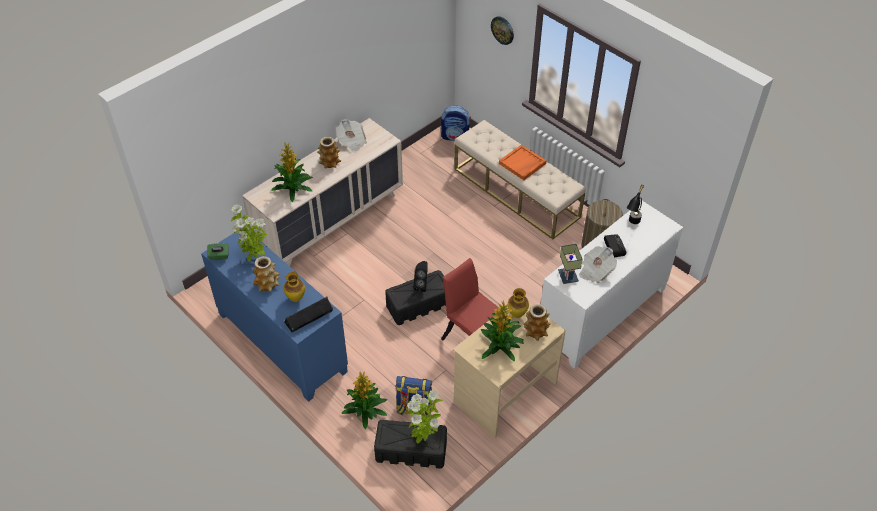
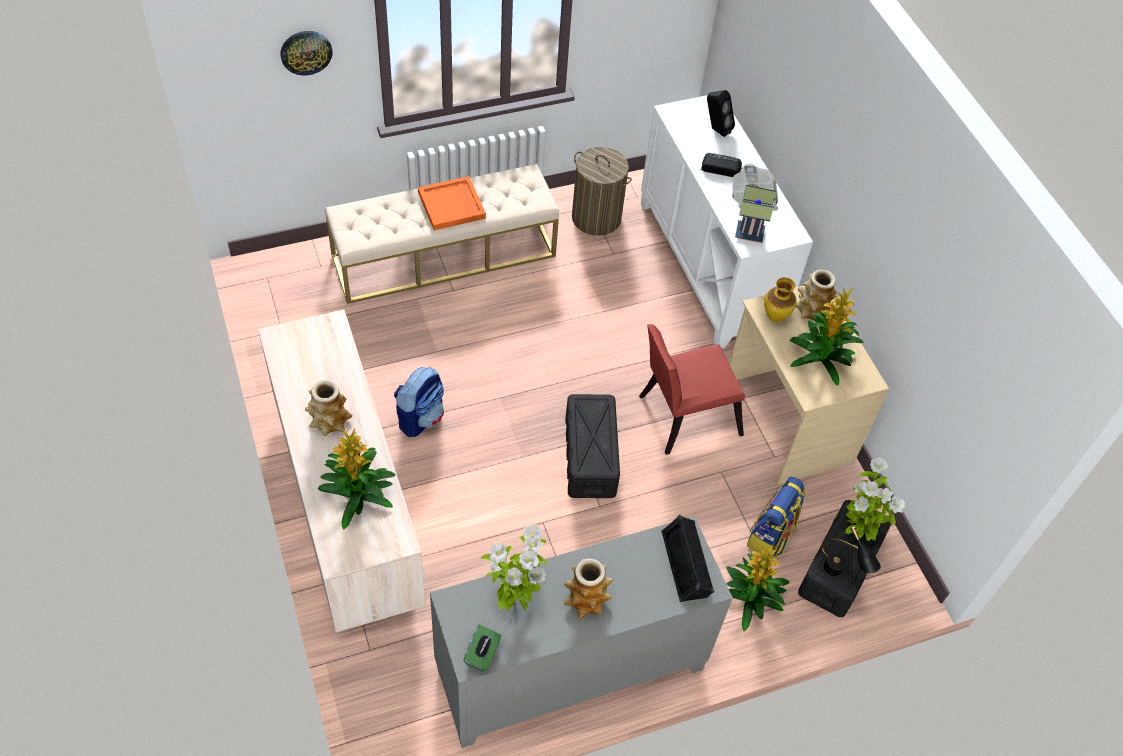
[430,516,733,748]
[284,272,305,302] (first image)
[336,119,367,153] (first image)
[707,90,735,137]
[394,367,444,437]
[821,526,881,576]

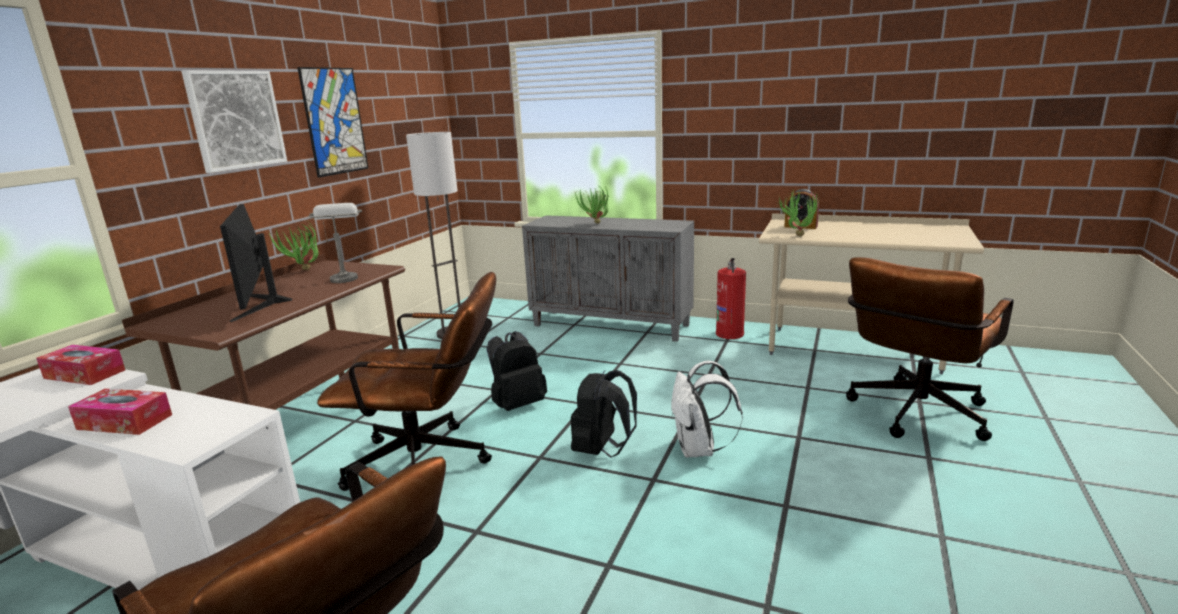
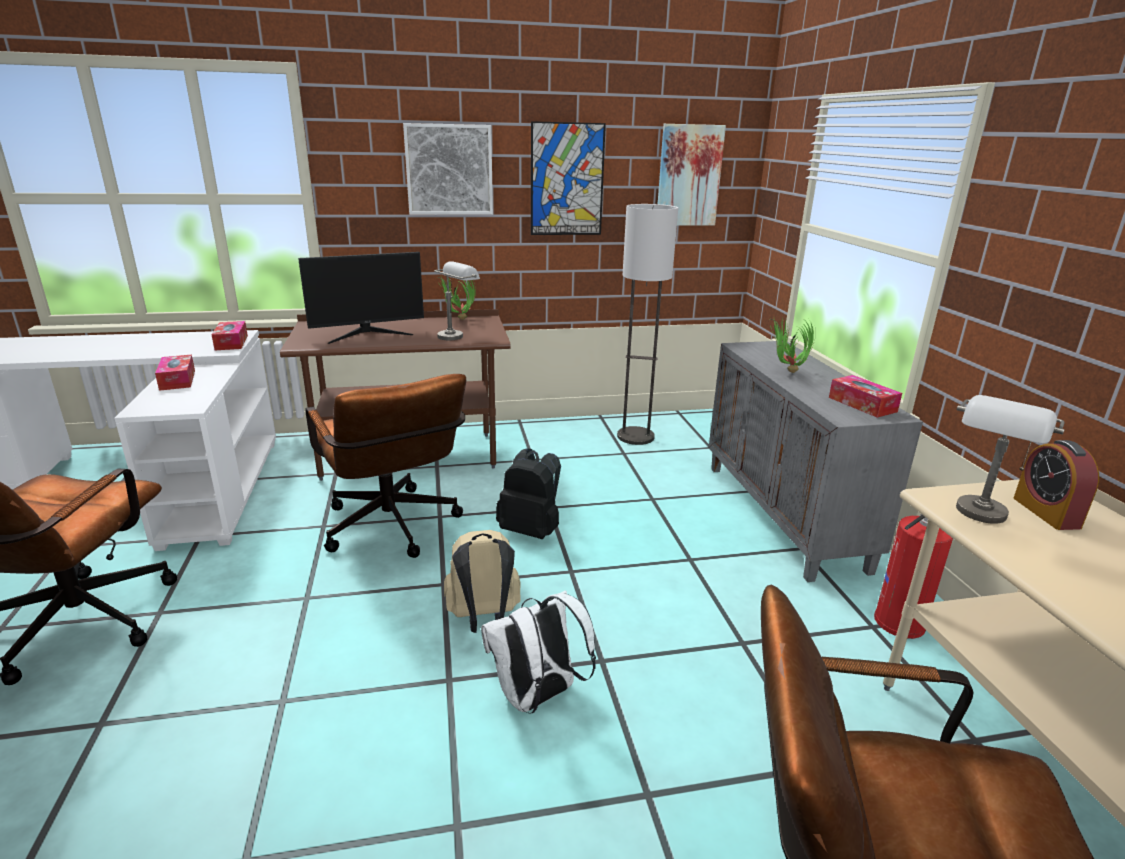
[298,252,424,344]
[444,530,521,633]
[956,395,1065,524]
[658,124,726,226]
[829,375,902,418]

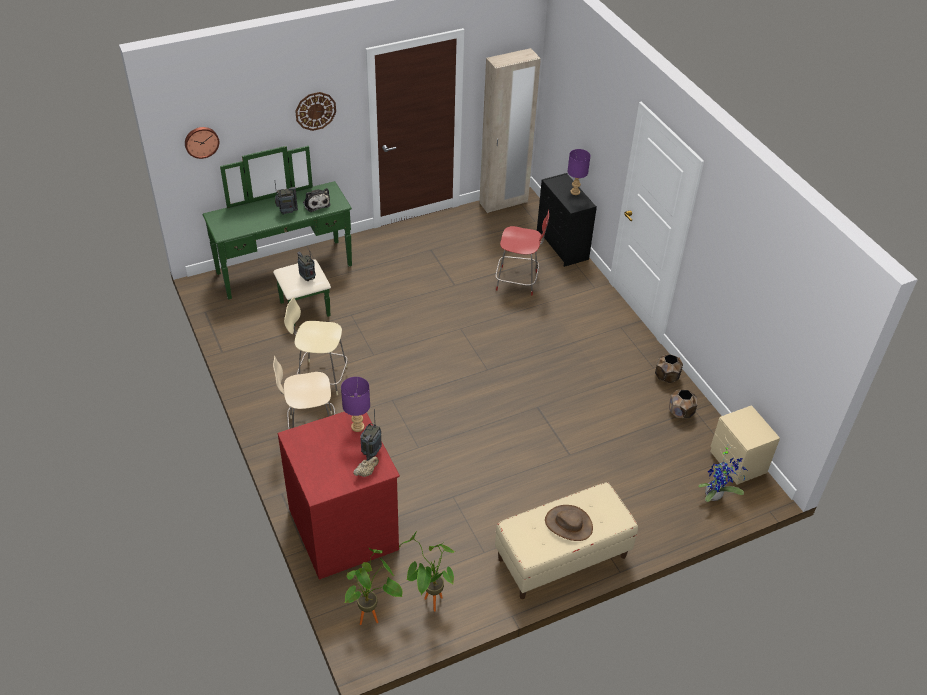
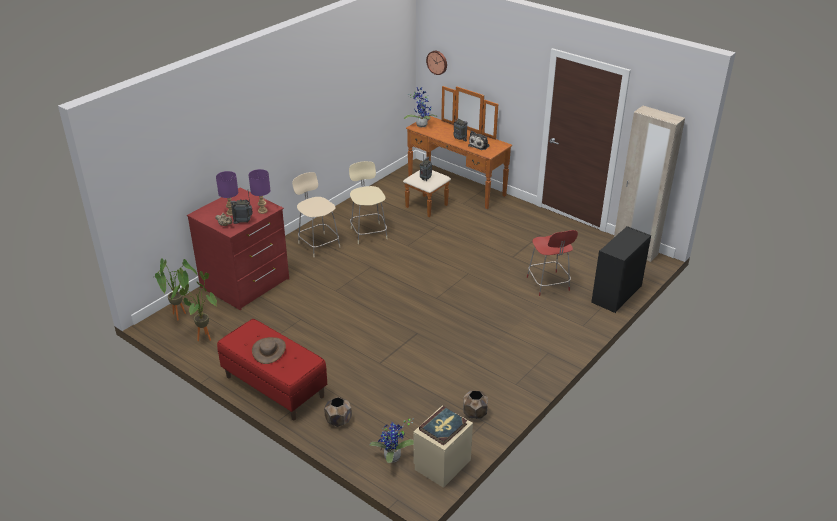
[403,86,512,217]
[295,92,336,131] (first image)
[217,319,327,420]
[216,171,238,216]
[324,397,352,427]
[404,87,437,127]
[419,406,467,445]

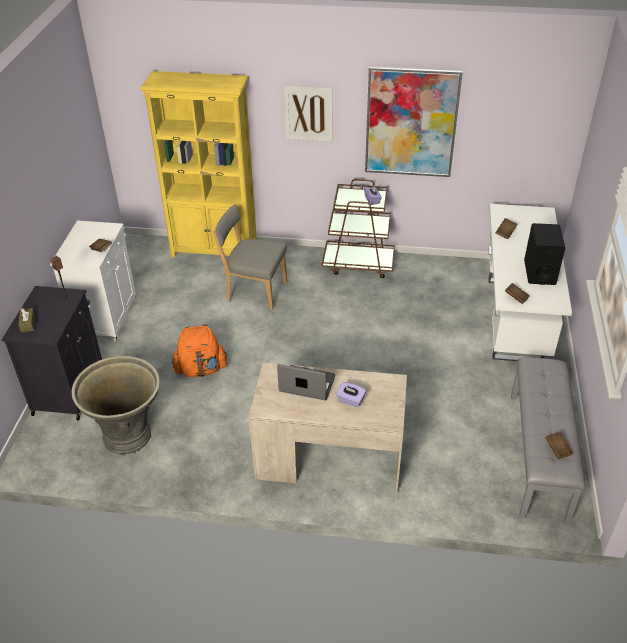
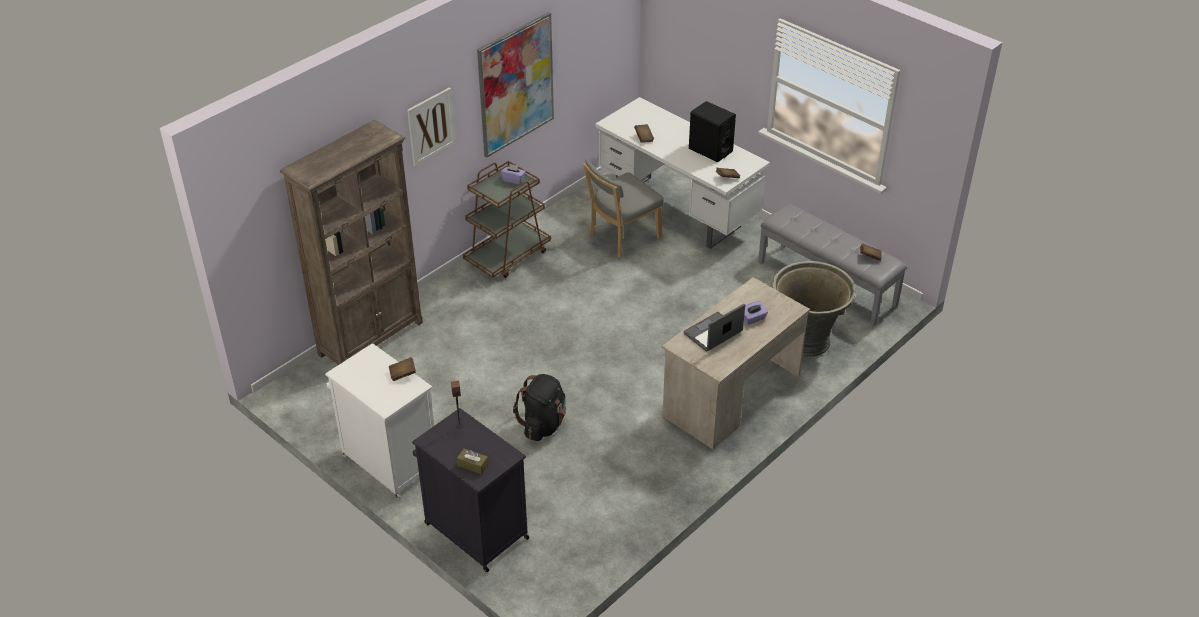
[772,261,856,357]
[280,120,423,365]
[513,374,566,441]
[583,159,664,257]

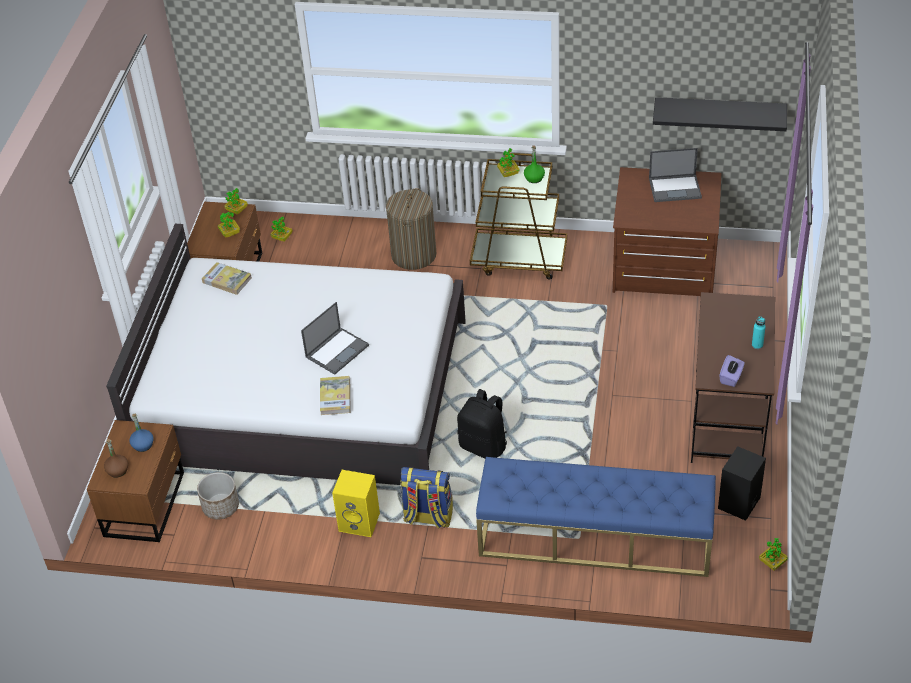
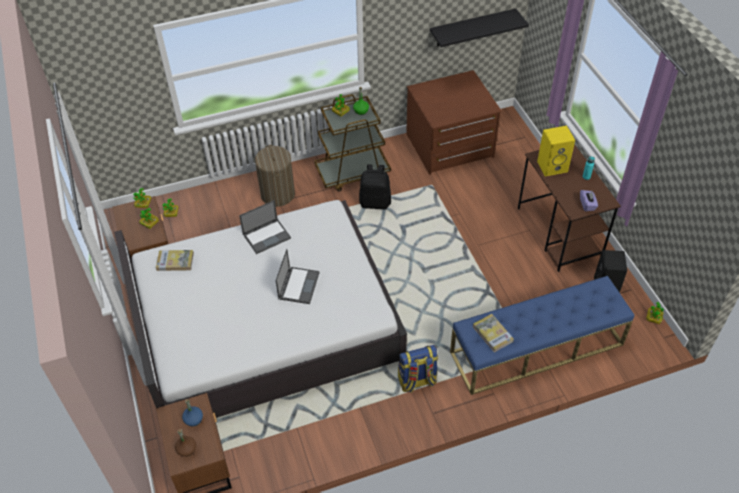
[197,472,239,519] (first image)
[473,314,514,352]
[537,126,575,176]
[359,164,391,209]
[239,200,291,254]

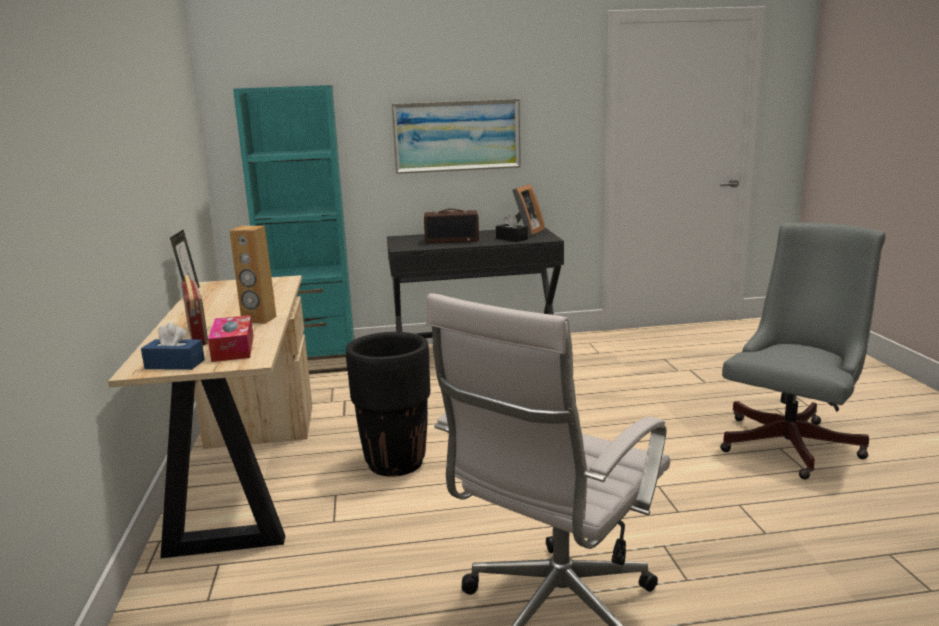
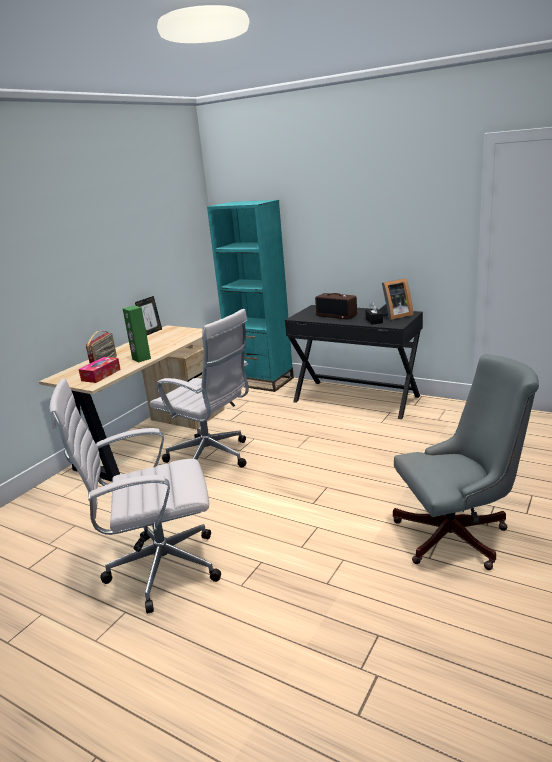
[141,323,205,370] (first image)
[123,306,151,362]
[150,309,249,468]
[392,99,521,174] (first image)

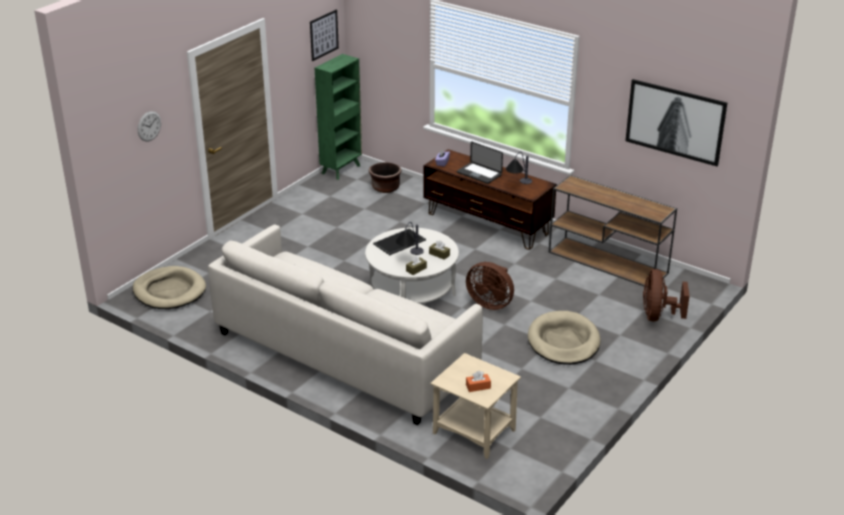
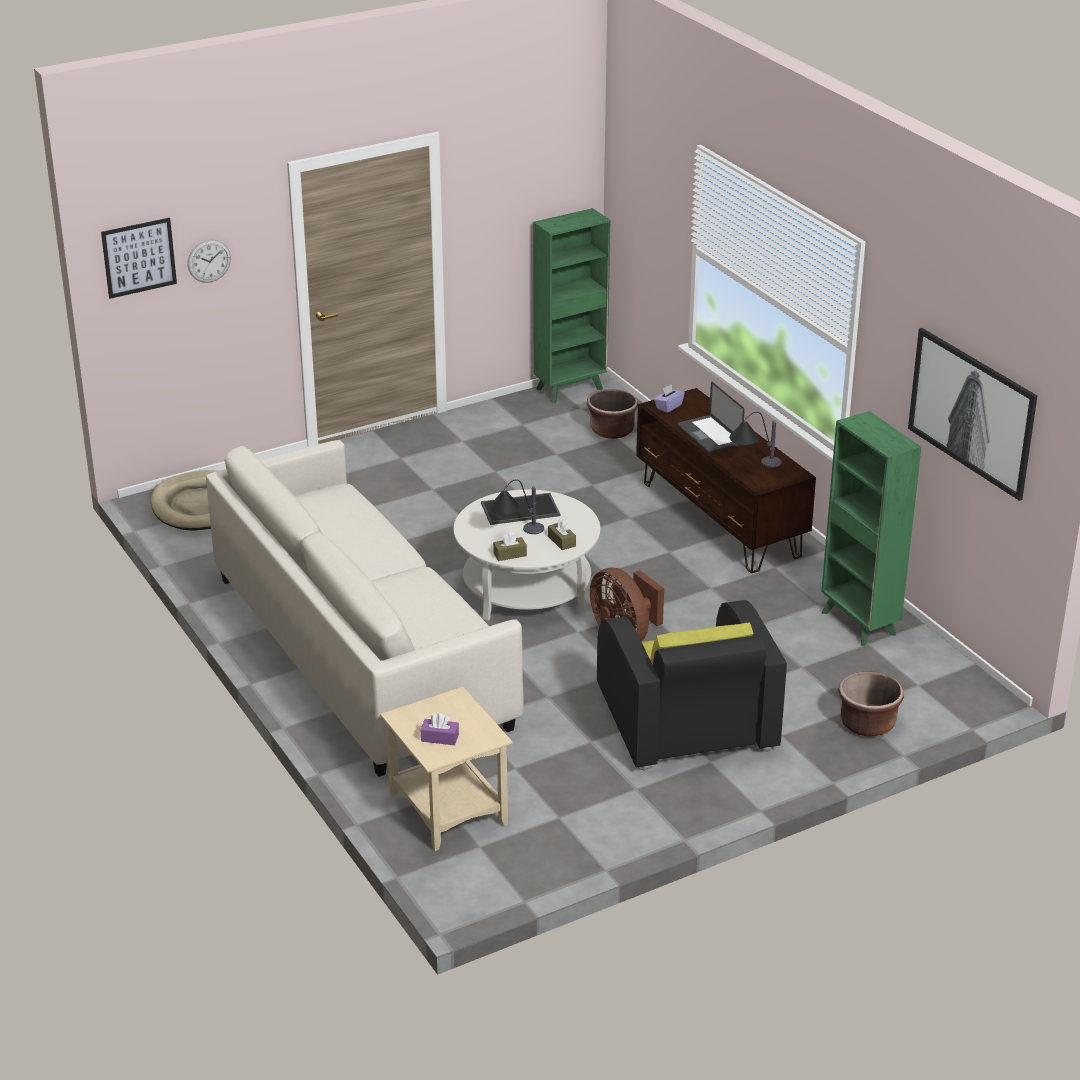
[101,218,177,299]
[421,713,459,745]
[597,600,787,771]
[821,411,921,646]
[838,671,904,736]

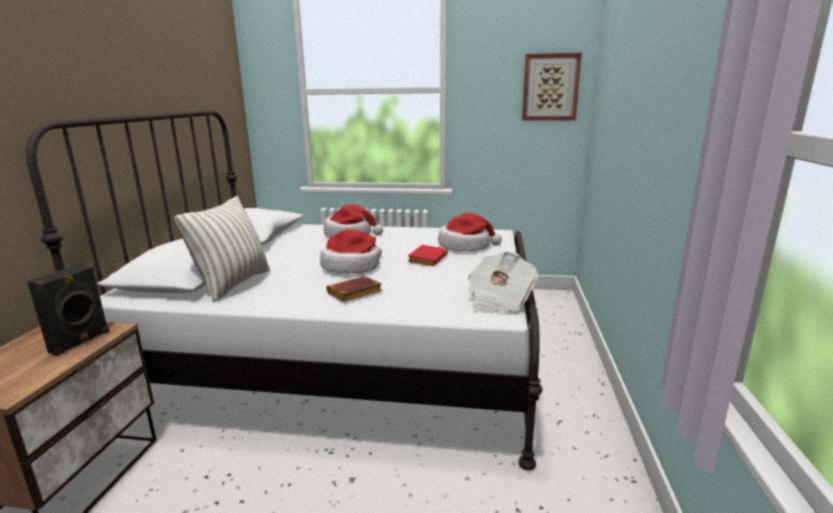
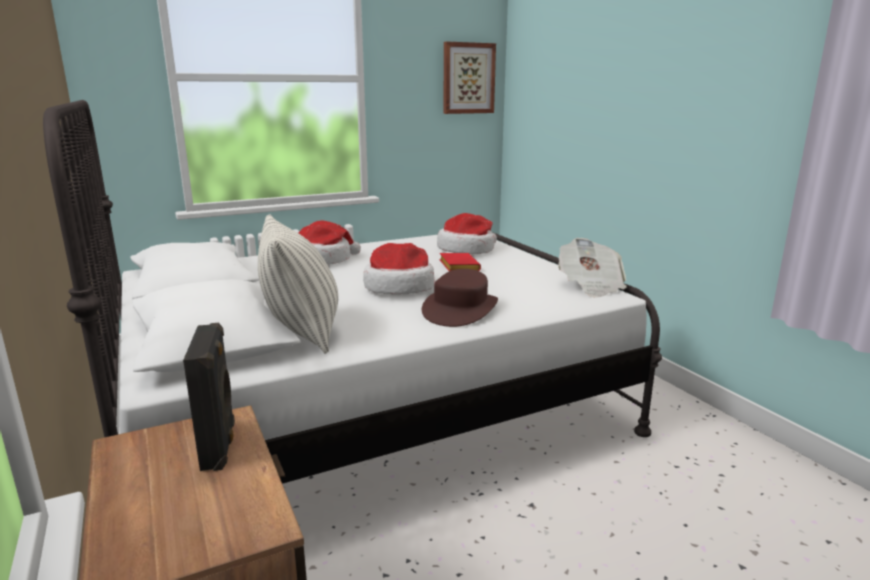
[422,269,498,327]

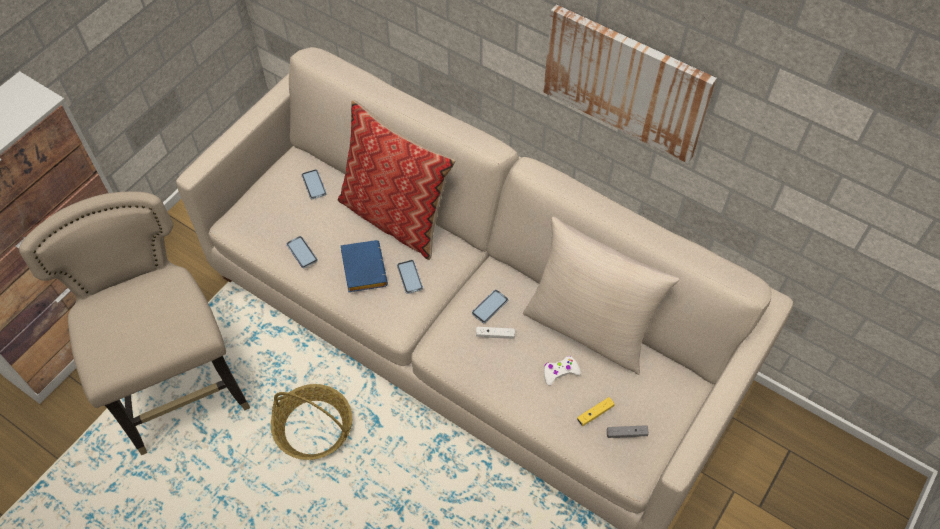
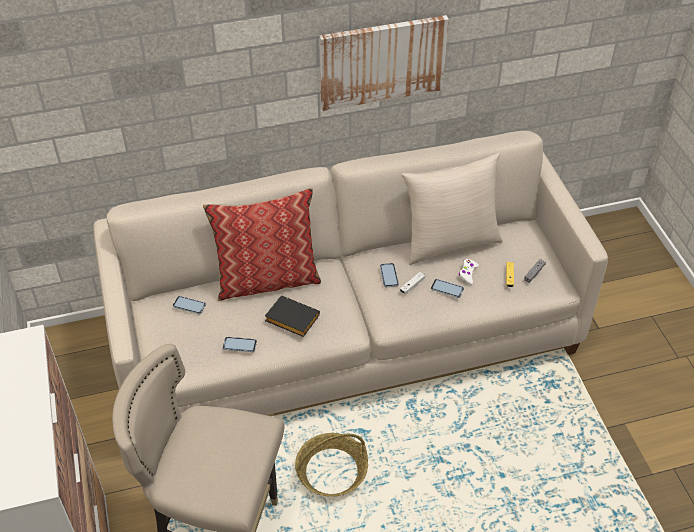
[265,296,320,337]
[431,279,464,298]

